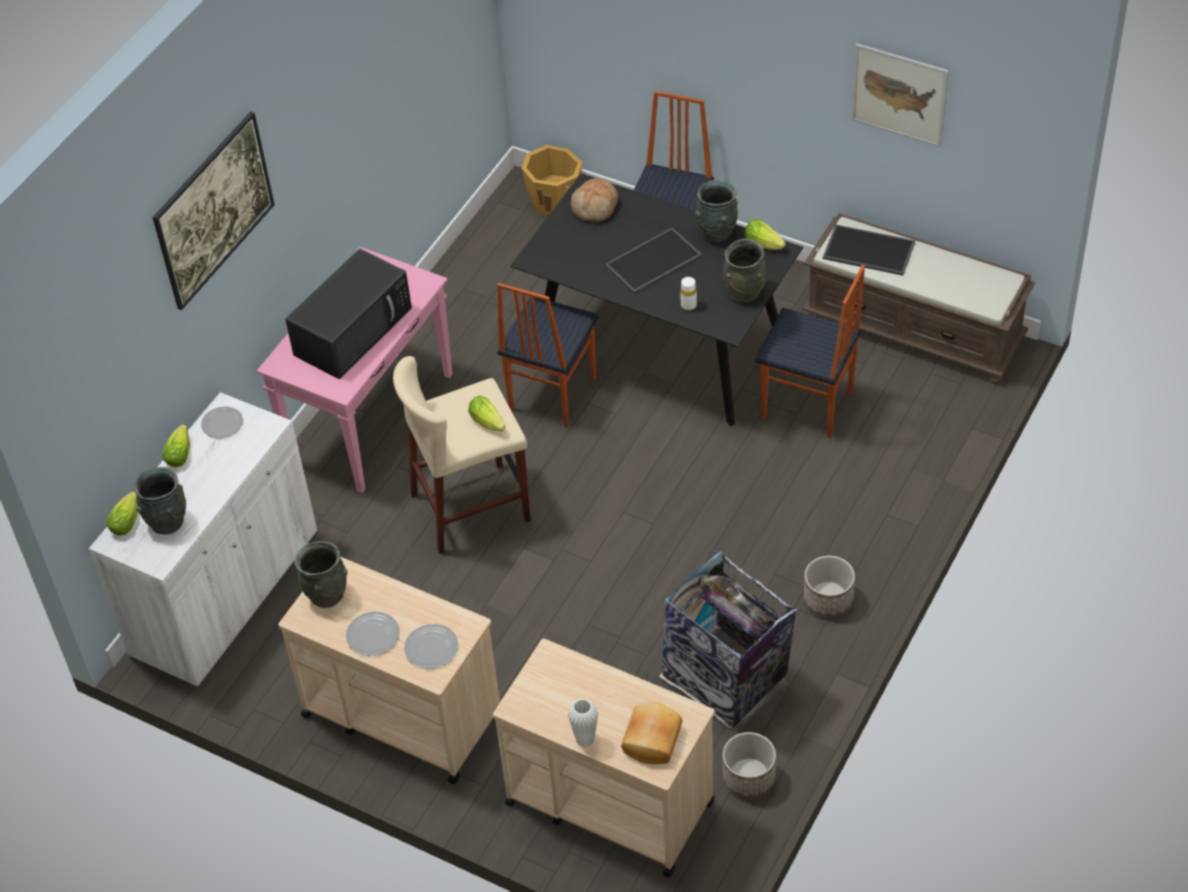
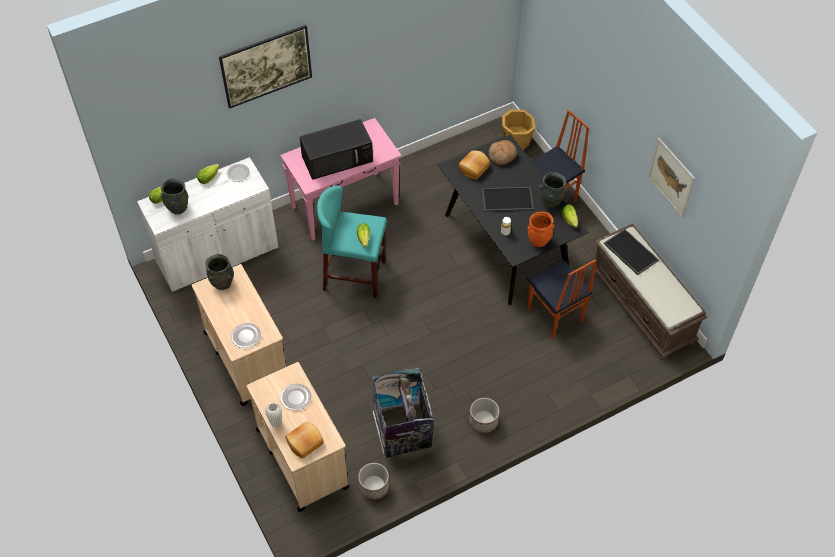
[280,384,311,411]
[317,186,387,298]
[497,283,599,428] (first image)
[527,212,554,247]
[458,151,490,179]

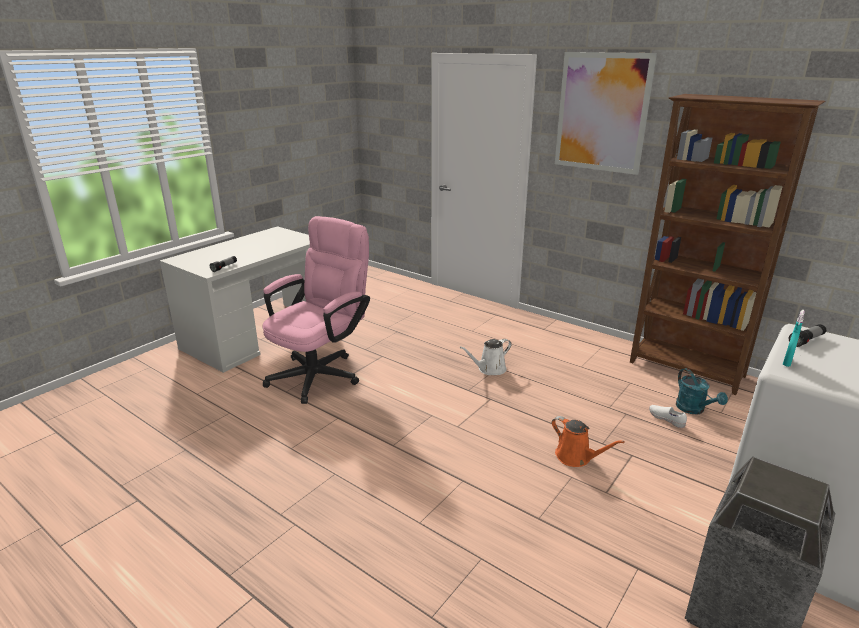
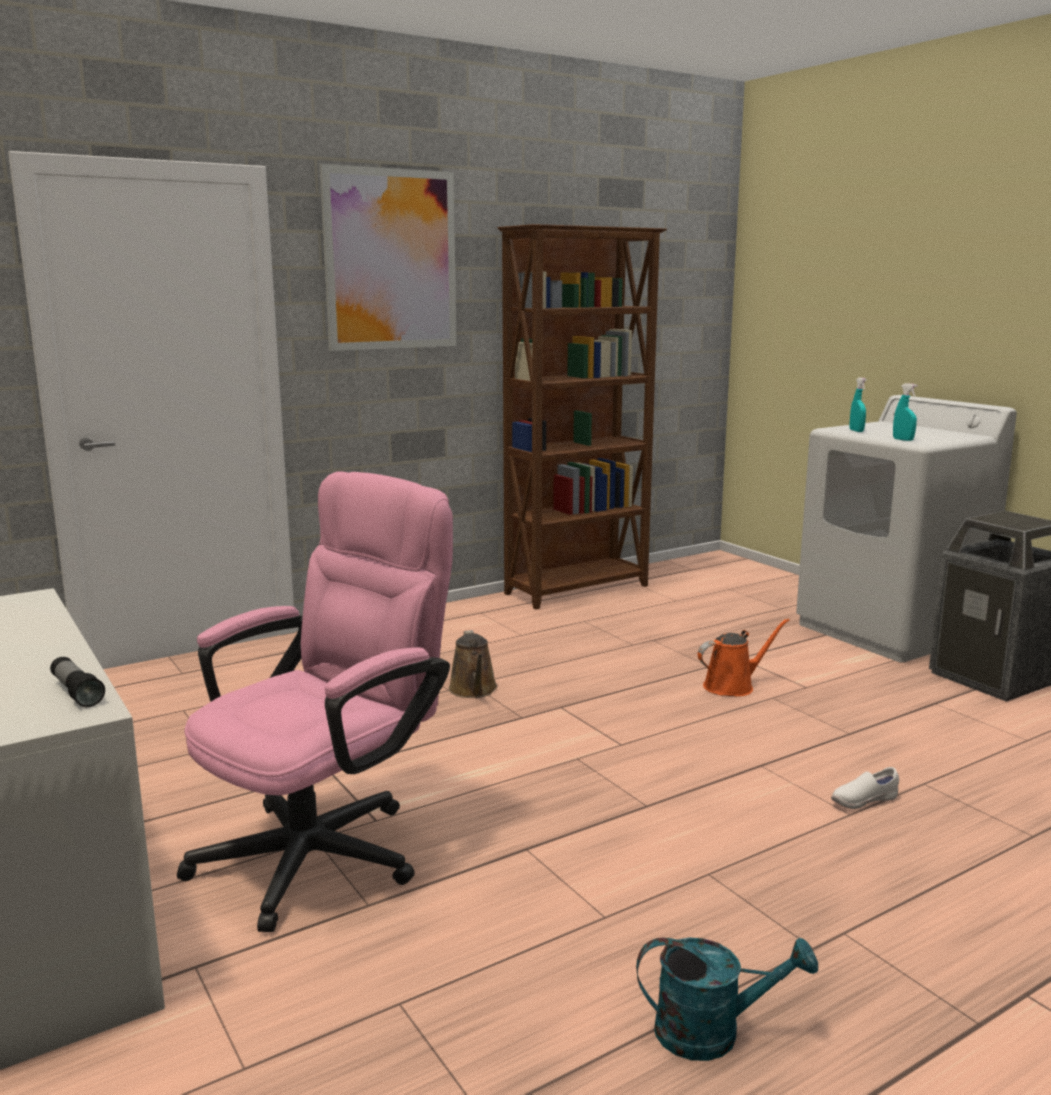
[177,471,453,932]
[449,630,498,698]
[831,767,899,809]
[636,937,818,1061]
[850,377,867,432]

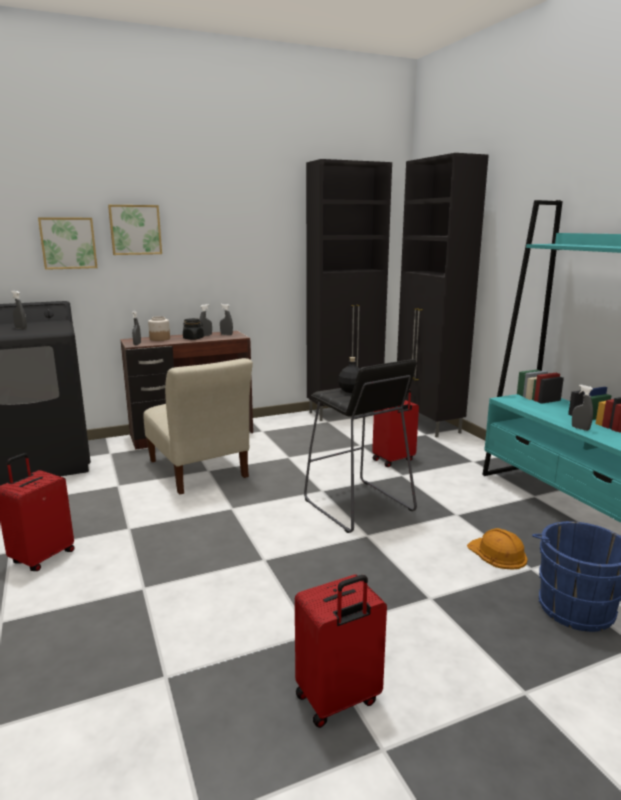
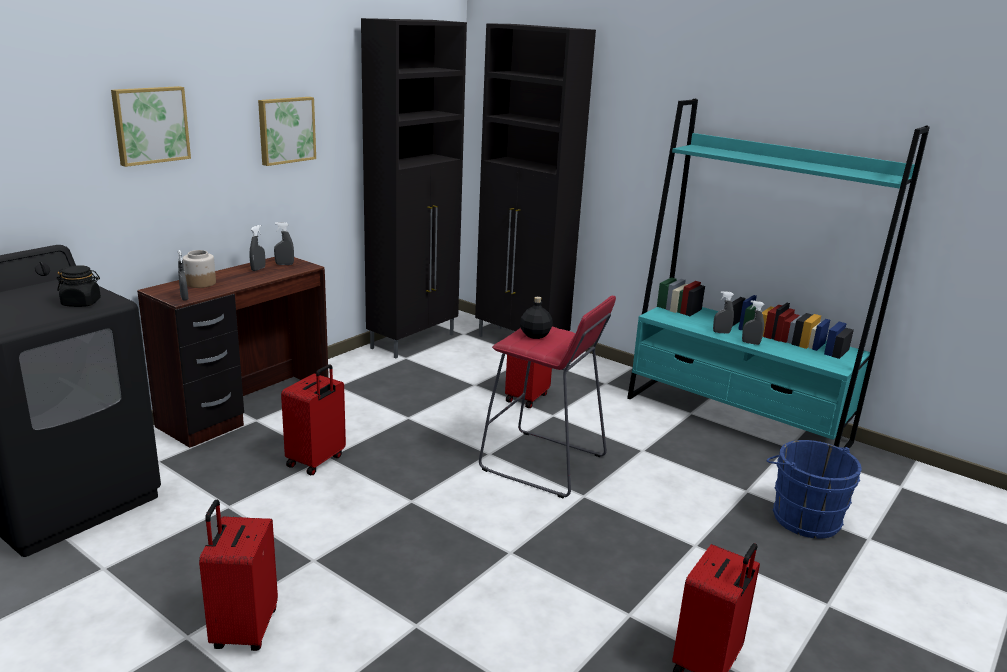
[713,291,734,334]
[258,97,316,166]
[281,364,346,475]
[57,265,101,307]
[479,295,616,498]
[467,528,527,570] (first image)

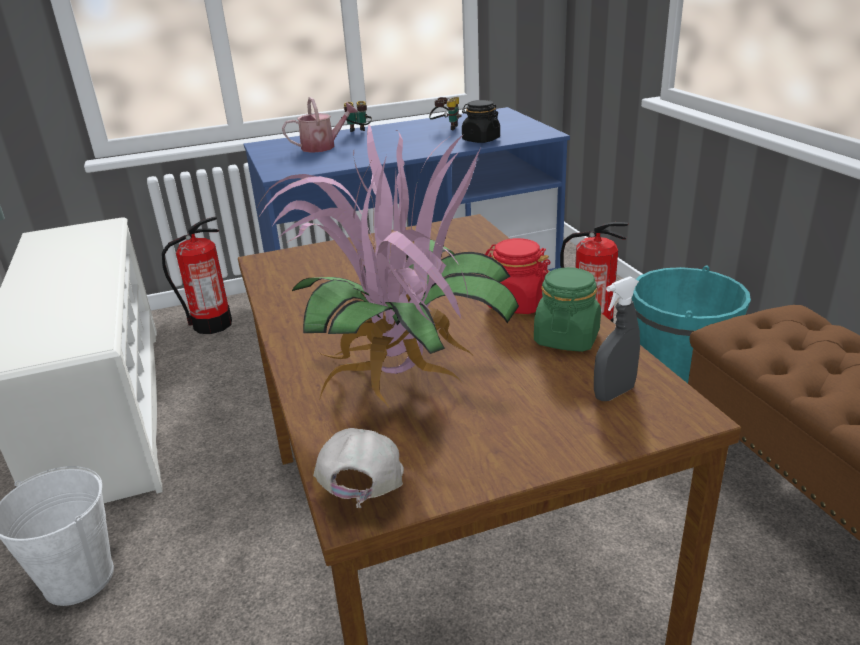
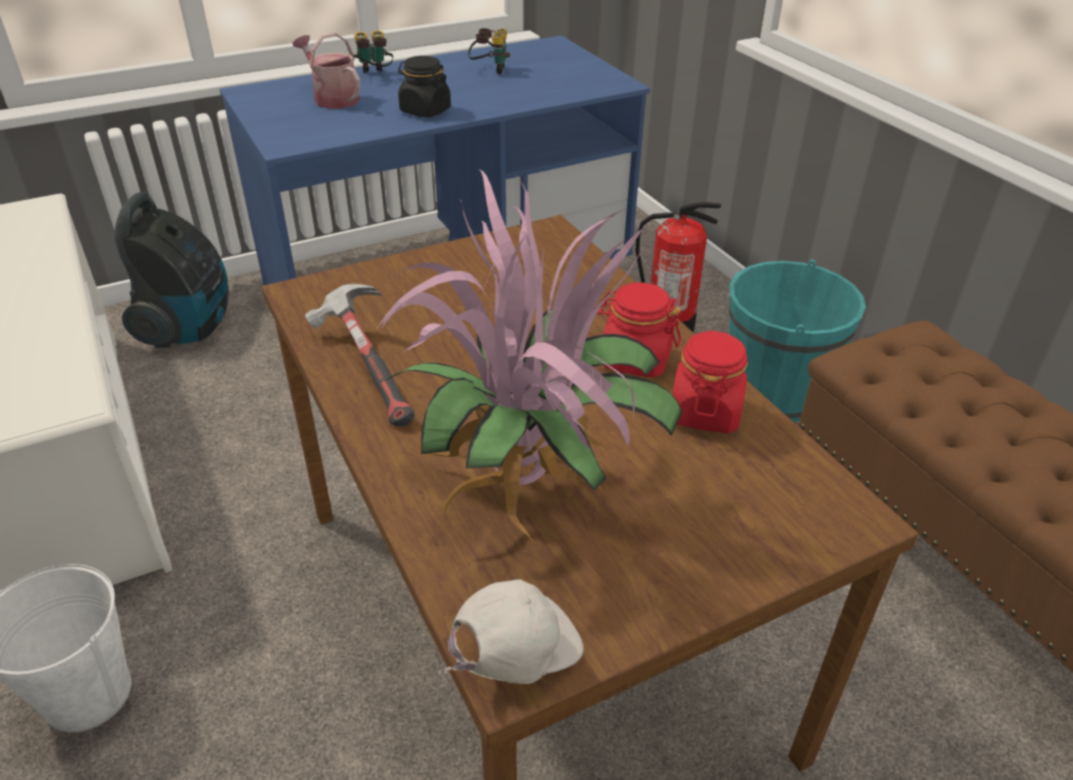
[115,192,229,348]
[293,33,361,109]
[438,579,584,684]
[398,56,451,117]
[672,330,748,433]
[594,276,640,401] (first image)
[305,284,415,426]

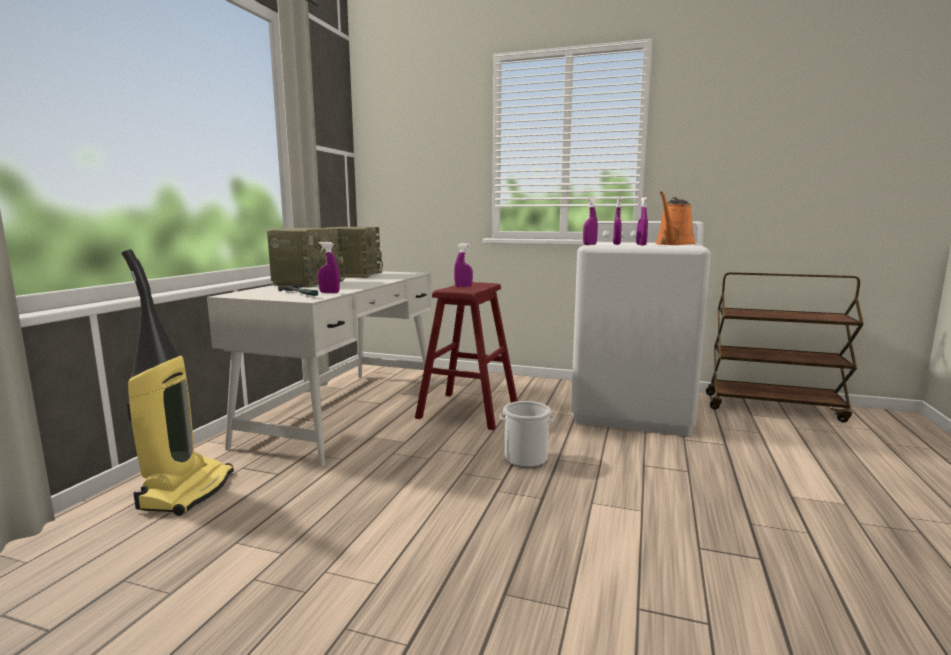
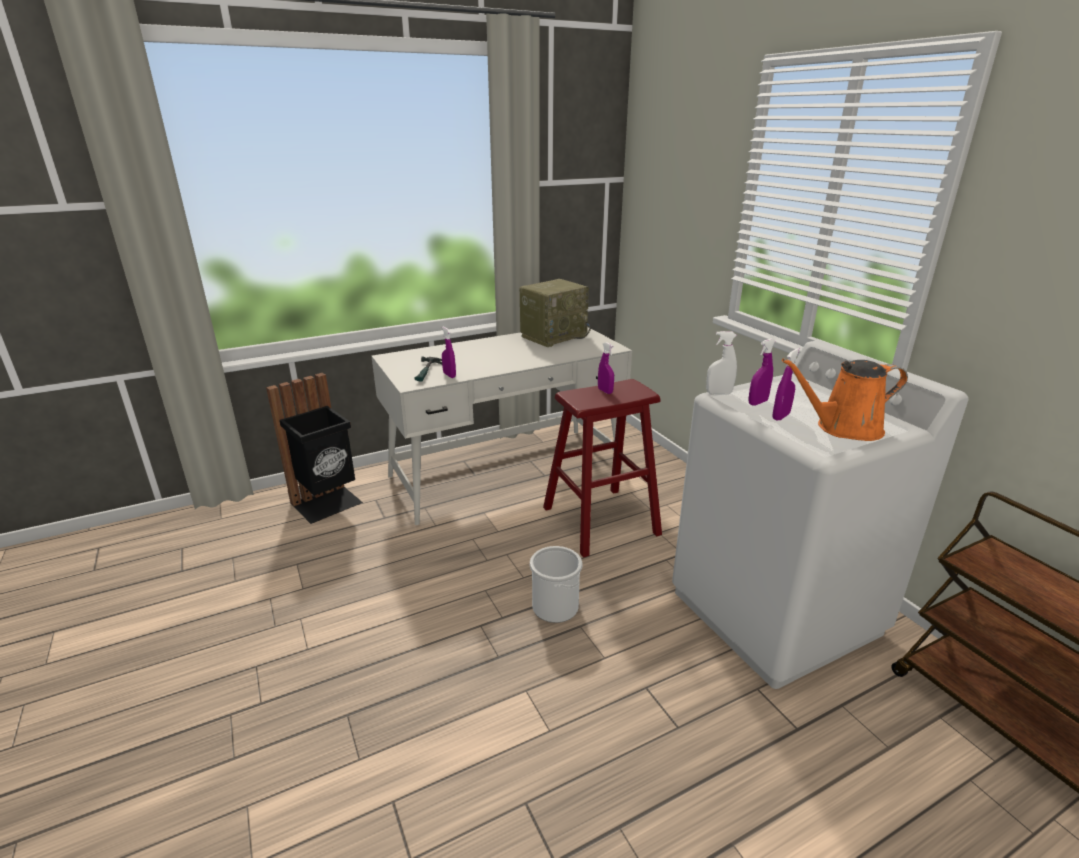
[266,373,363,524]
[267,228,347,288] (first image)
[706,331,737,394]

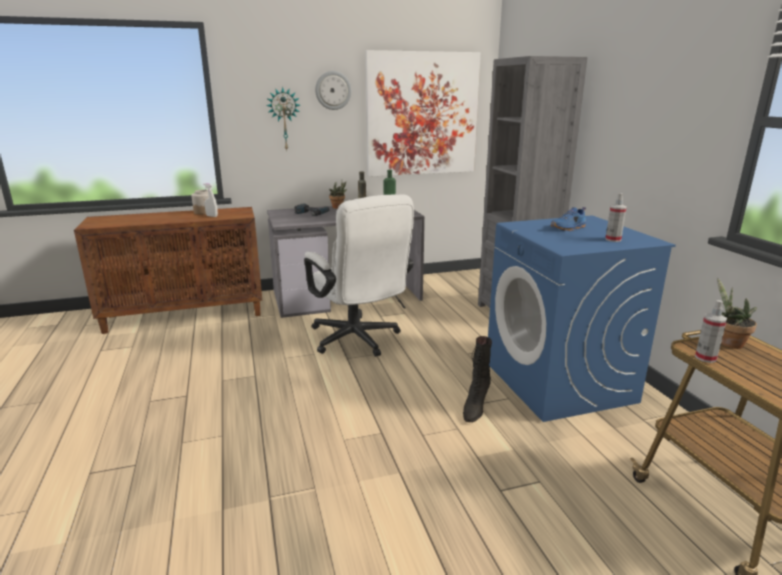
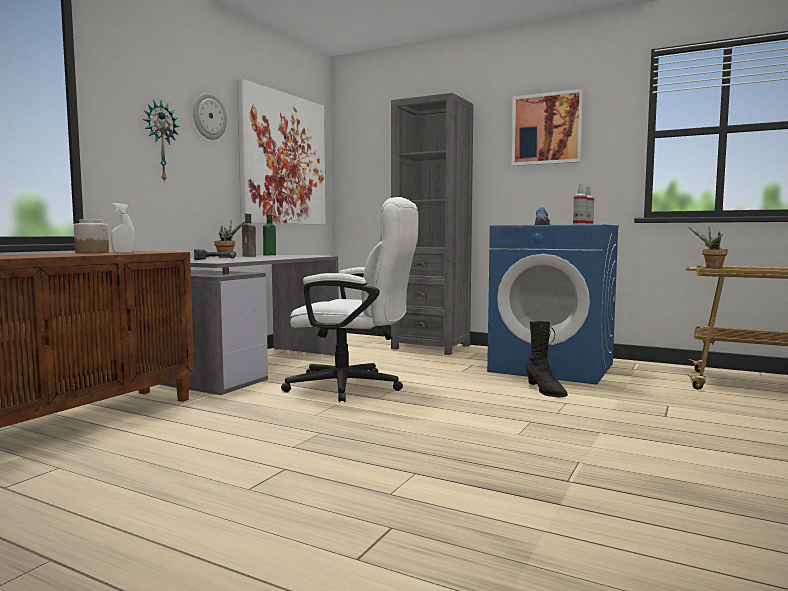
[573,184,587,225]
[512,89,584,166]

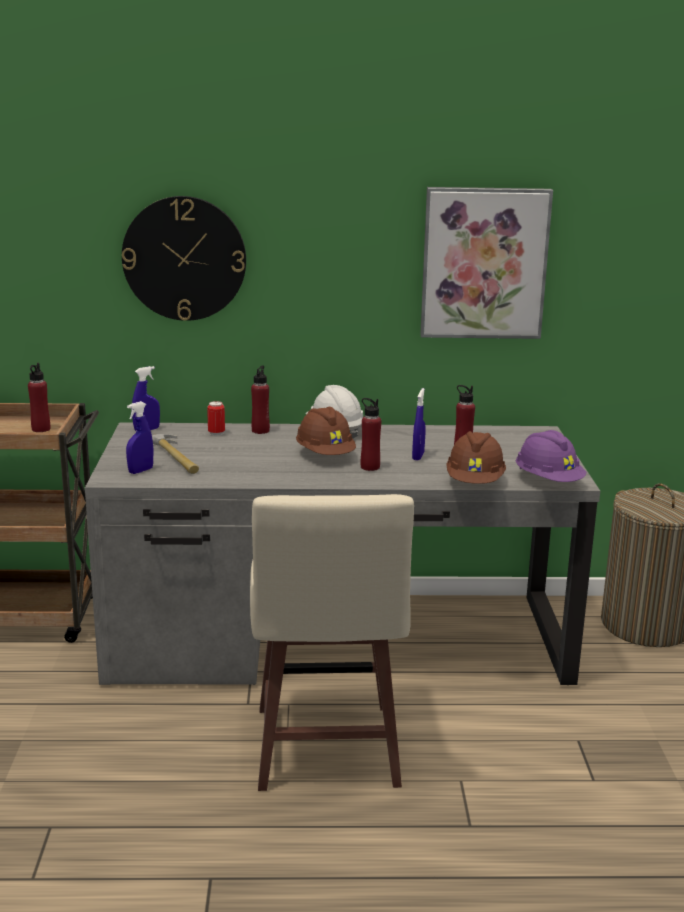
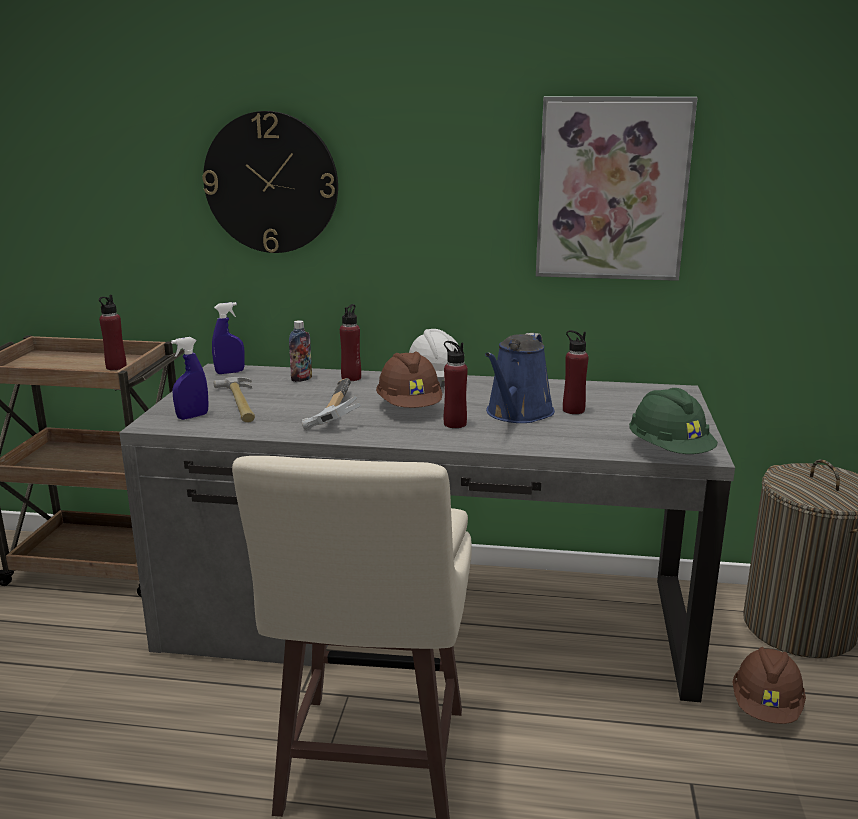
[289,320,312,382]
[485,333,555,423]
[732,647,806,724]
[629,388,718,454]
[302,378,361,430]

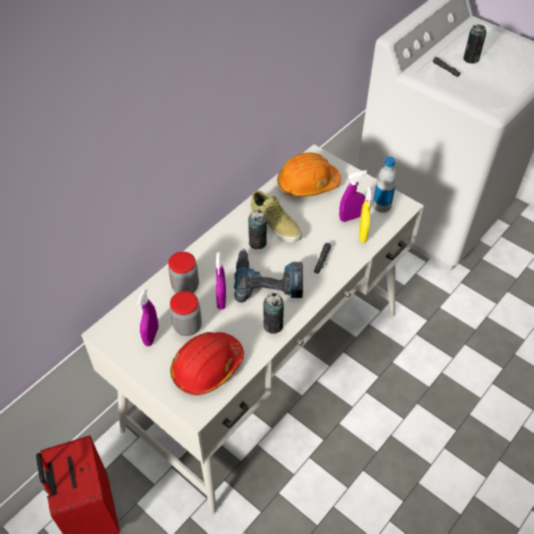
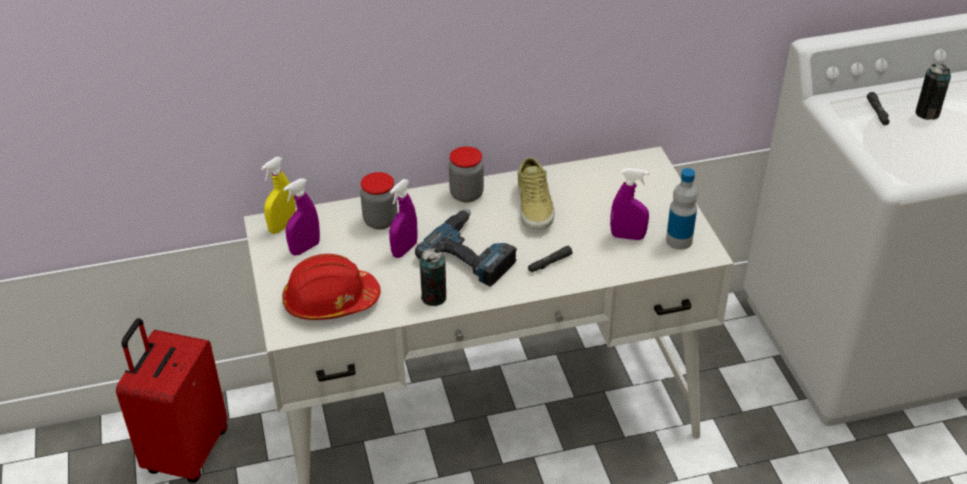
[449,146,484,203]
[248,210,267,249] (first image)
[277,152,341,197] (first image)
[261,157,296,234]

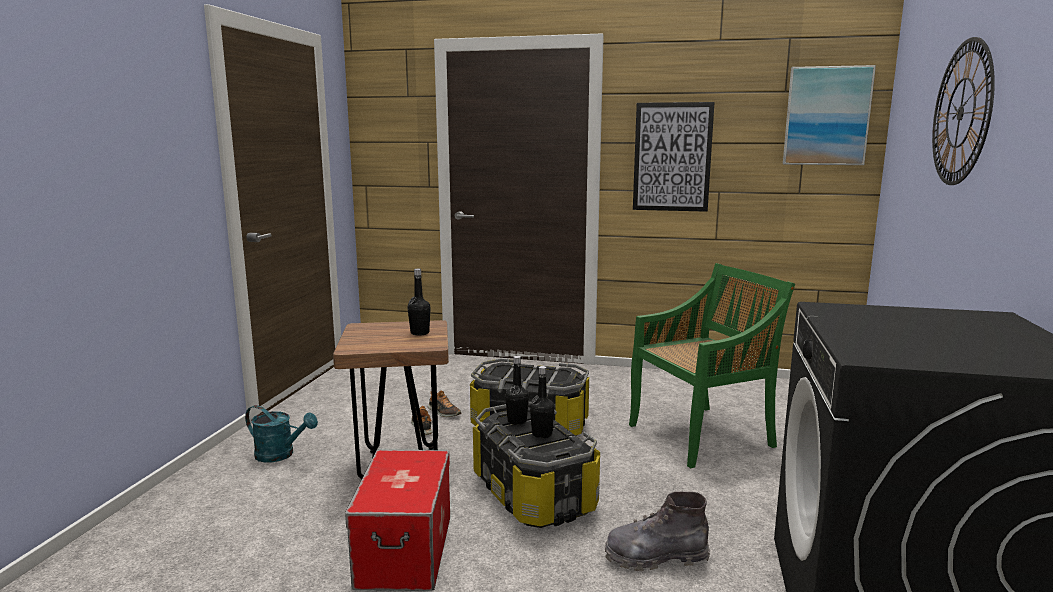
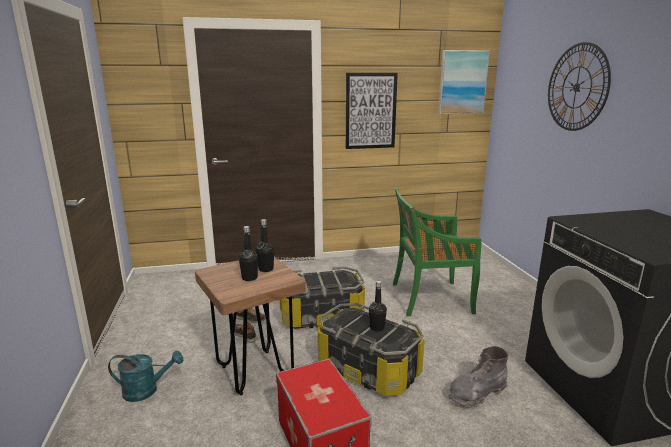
[239,226,258,281]
[393,188,481,317]

